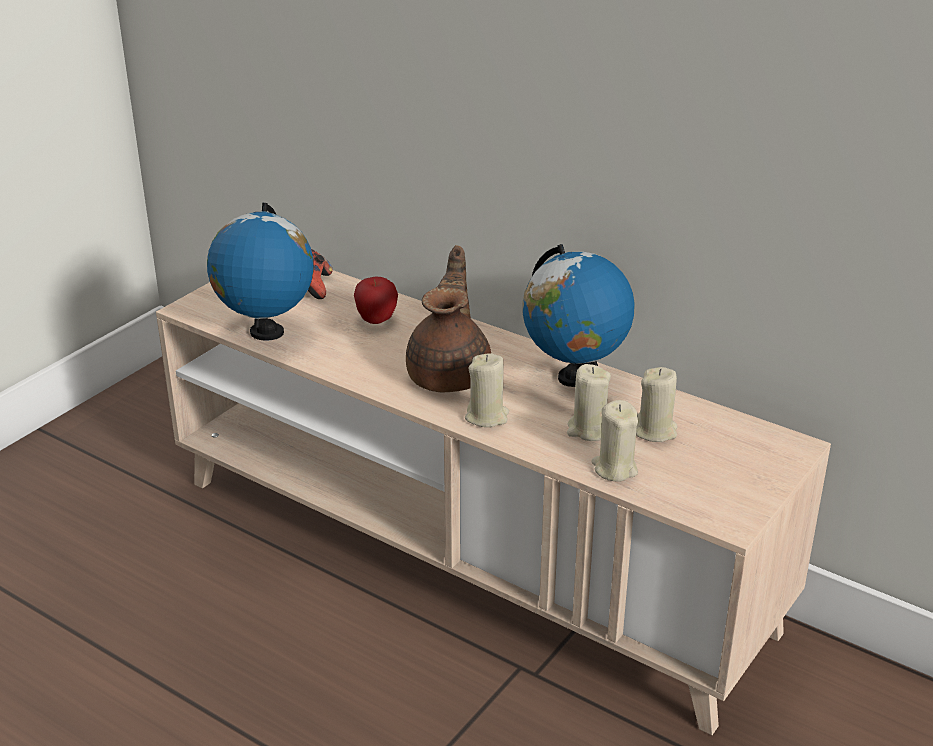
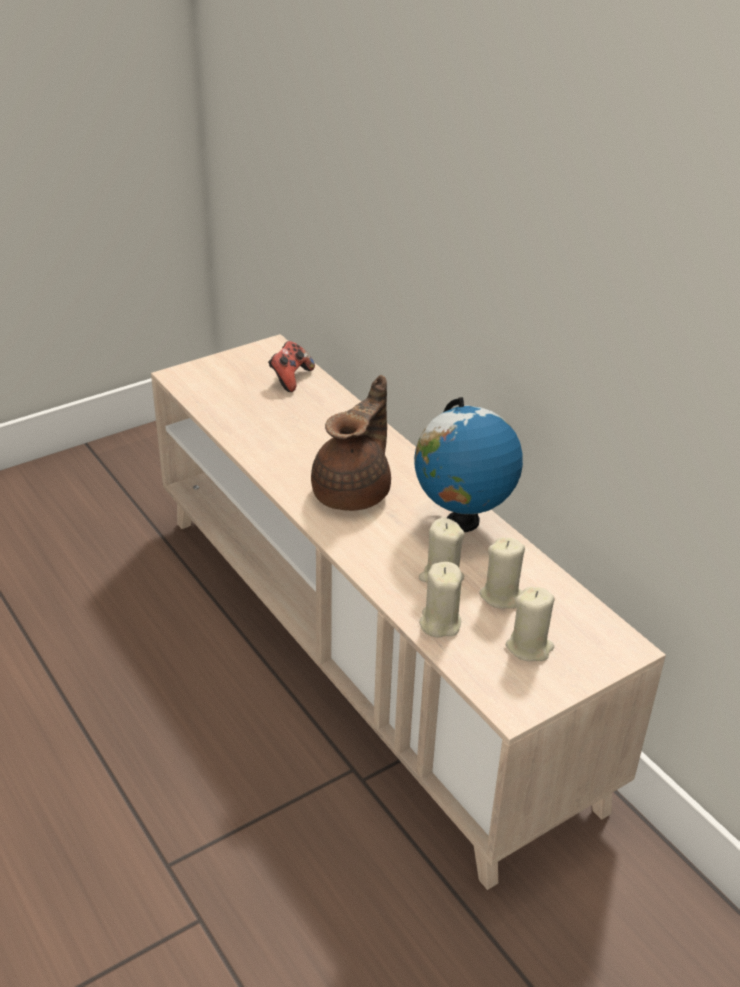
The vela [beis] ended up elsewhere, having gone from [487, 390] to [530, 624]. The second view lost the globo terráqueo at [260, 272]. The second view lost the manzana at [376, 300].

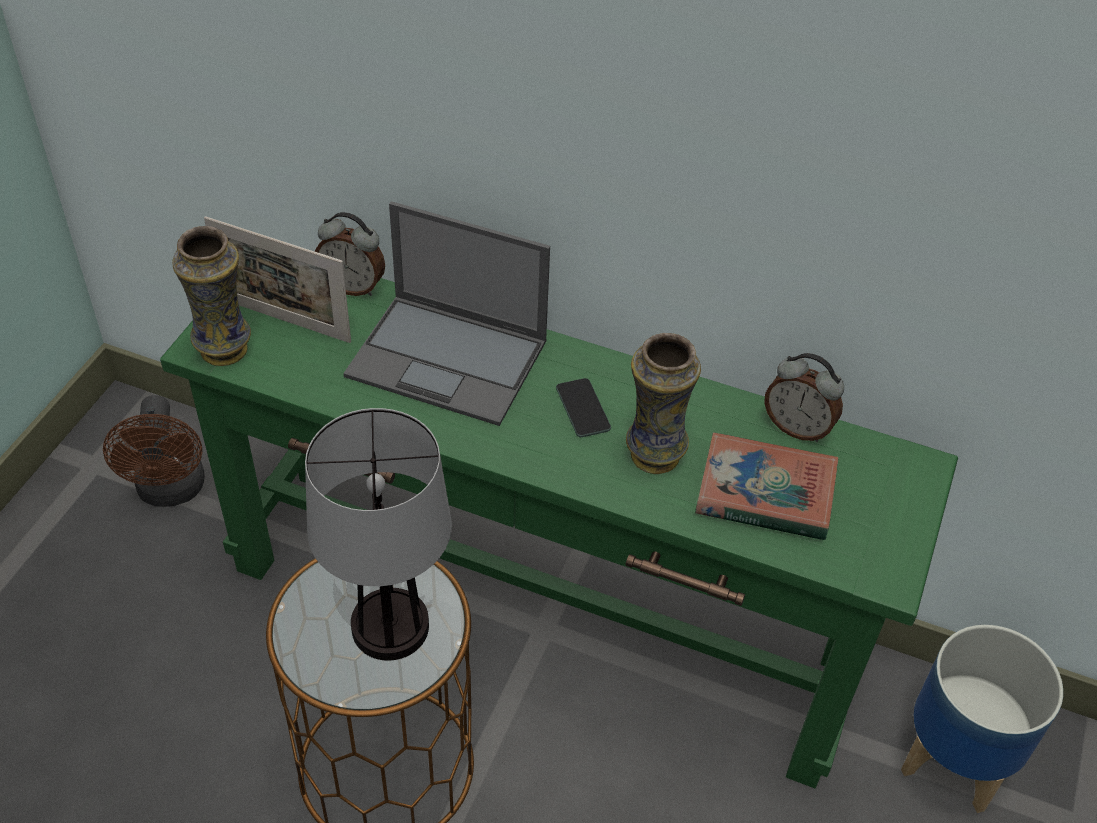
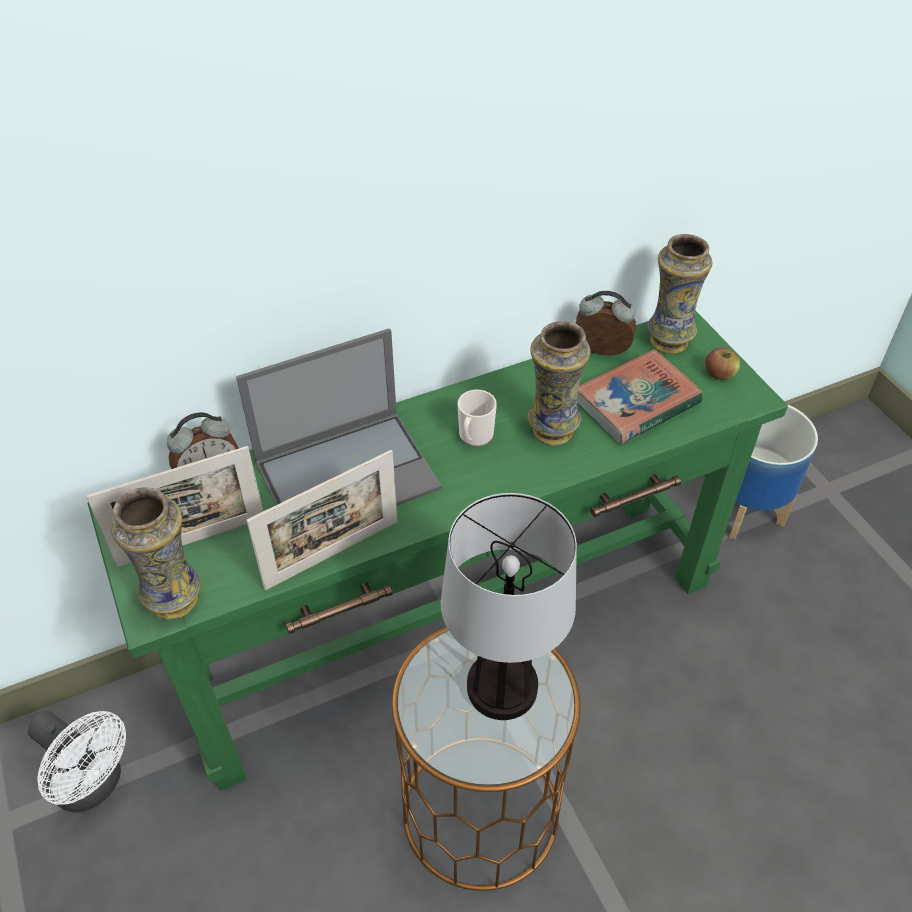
What was the ventilador [marrón] at [154, 451] turned into the ventilador [blanco] at [77, 762]. The second view gained the portarretratos at [322, 520]. Where the móvil stood at [583, 407], the taza grande came to stand at [477, 418]. The despertador at [804, 397] ended up facing another way, 150 degrees counterclockwise from before. The second view gained the florero at [680, 294]. The second view gained the manzana at [723, 364].

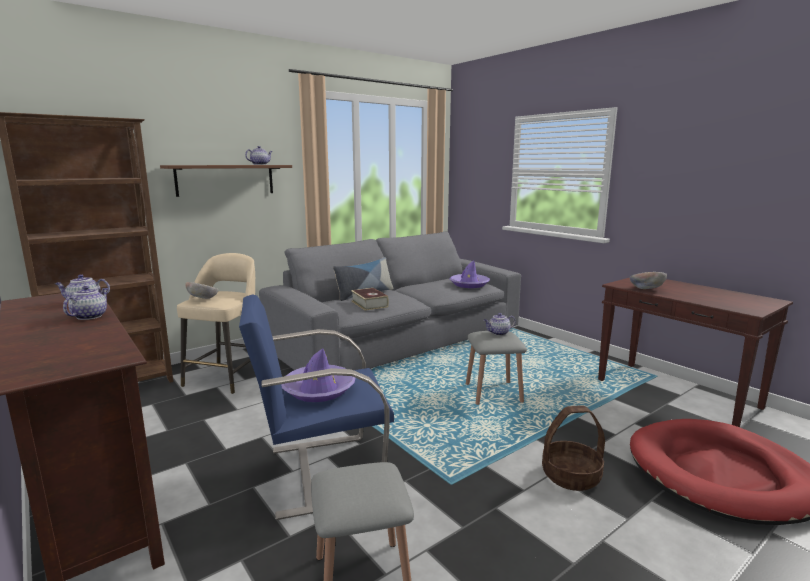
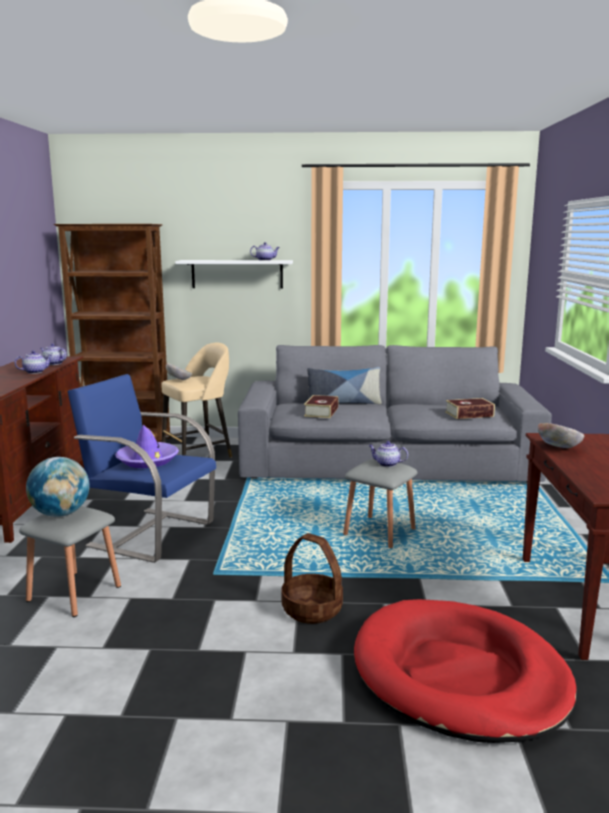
The second view gained the globo terráqueo at [58, 487]. What was the estante [marrón] at [226, 181] turned into the estante [blanco] at [234, 274]. Where the sombrero [morado] stood at [470, 274], the libro came to stand at [470, 408].

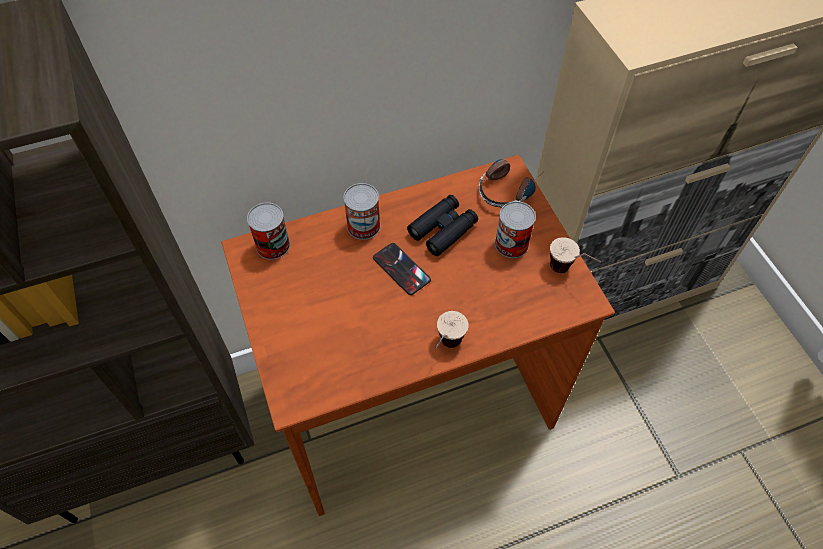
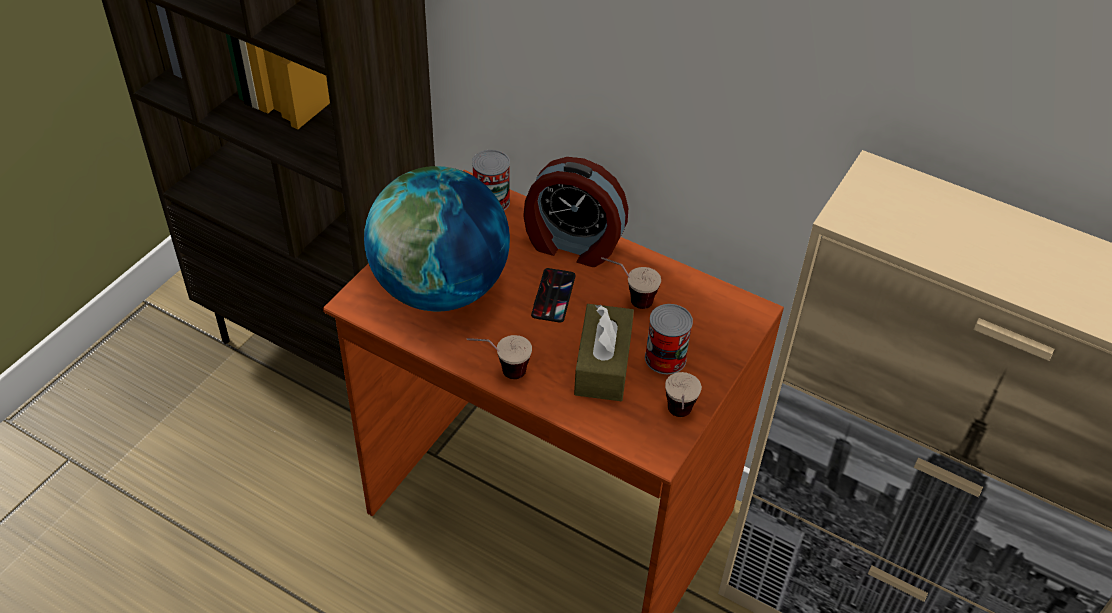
The second view gained the globo terráqueo at [437, 238]. Where the lata stood at [362, 211], the despertador came to stand at [575, 212]. The second view gained the caja de pañuelos [marrón] at [604, 352]. Where the prismáticos [negro] stood at [442, 225], the taza came to stand at [631, 283]. The second view lost the auriculares at [513, 183].

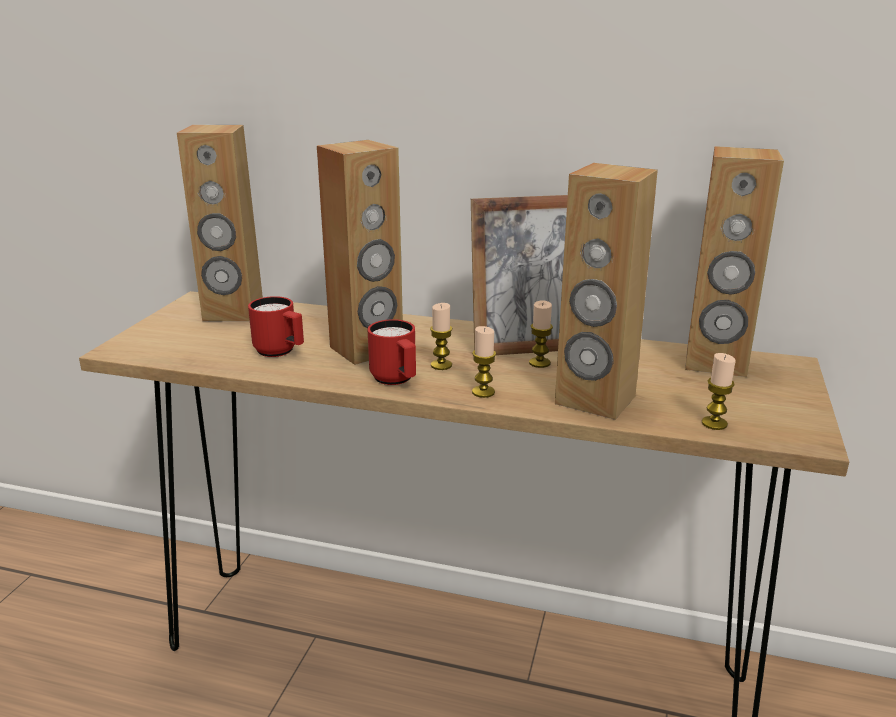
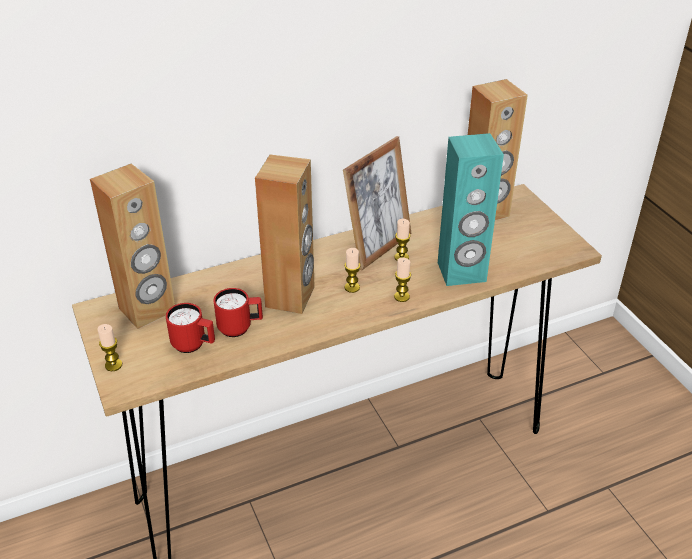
The vela ended up elsewhere, having gone from [719, 391] to [109, 347]. The taza grande [rojo] ended up elsewhere, having gone from [392, 352] to [190, 328]. What was the altavoz [marrón] at [606, 291] turned into the altavoz [turquesa] at [471, 209].

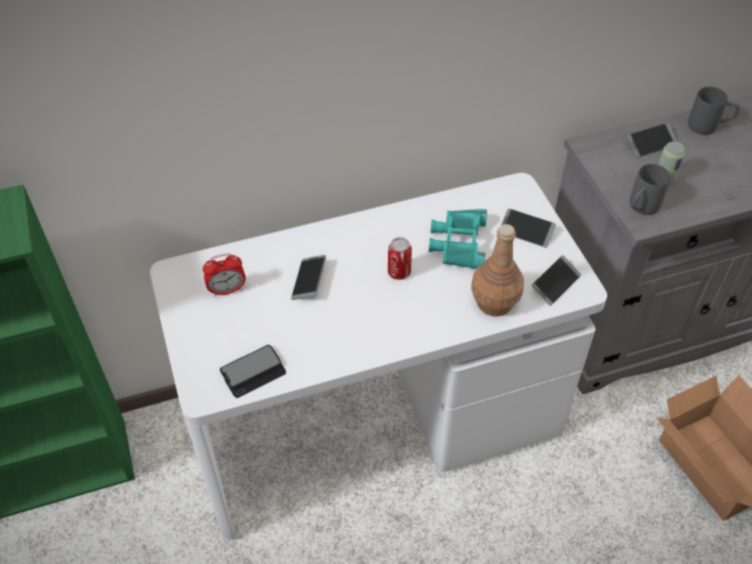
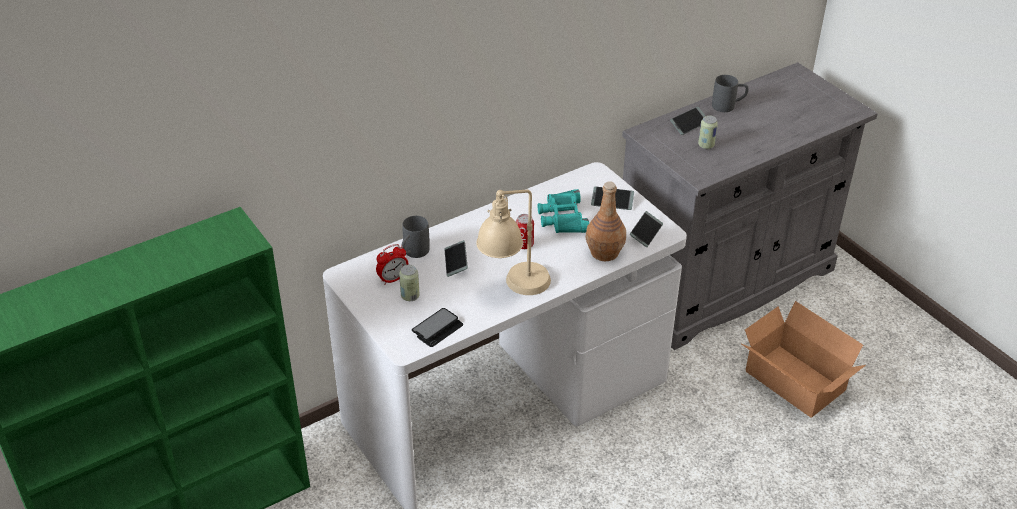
The second view gained the lata at [409, 283]. The taza grande [gris] ended up elsewhere, having gone from [650, 189] to [416, 237]. The second view gained the lámpara de mesa [beis] at [513, 242].

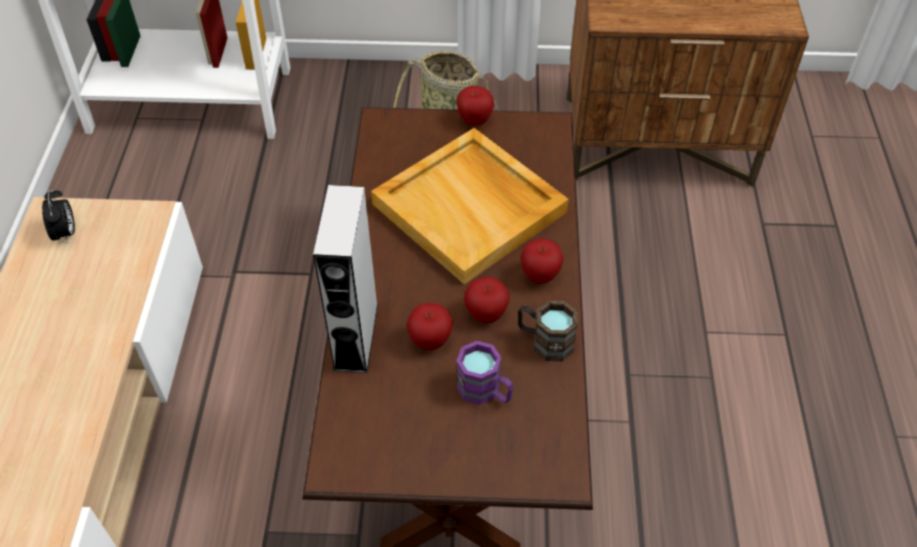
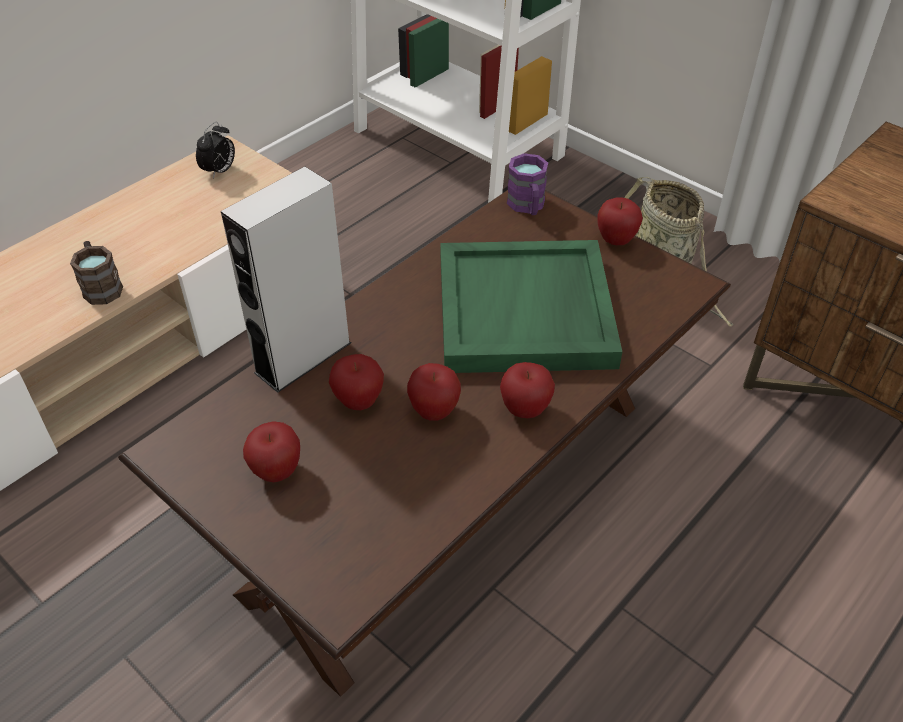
The taza grande [marrón] ended up elsewhere, having gone from [548, 331] to [96, 273]. The second view gained the manzana at [271, 451]. What was the bandeja [beis] at [470, 206] turned into the bandeja [verde] at [531, 306]. The taza grande [morado] ended up elsewhere, having gone from [484, 373] to [527, 184].

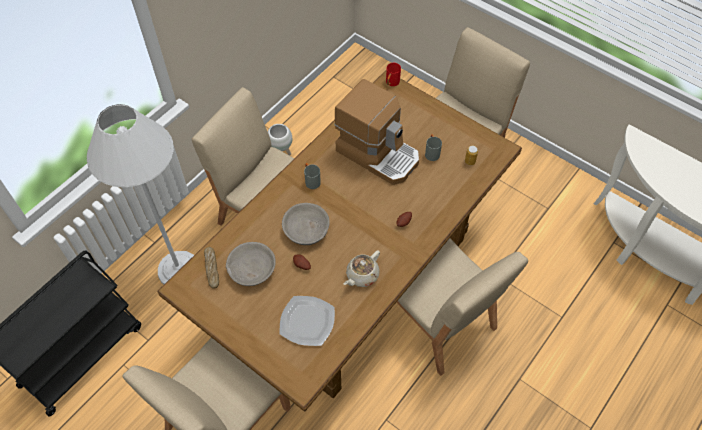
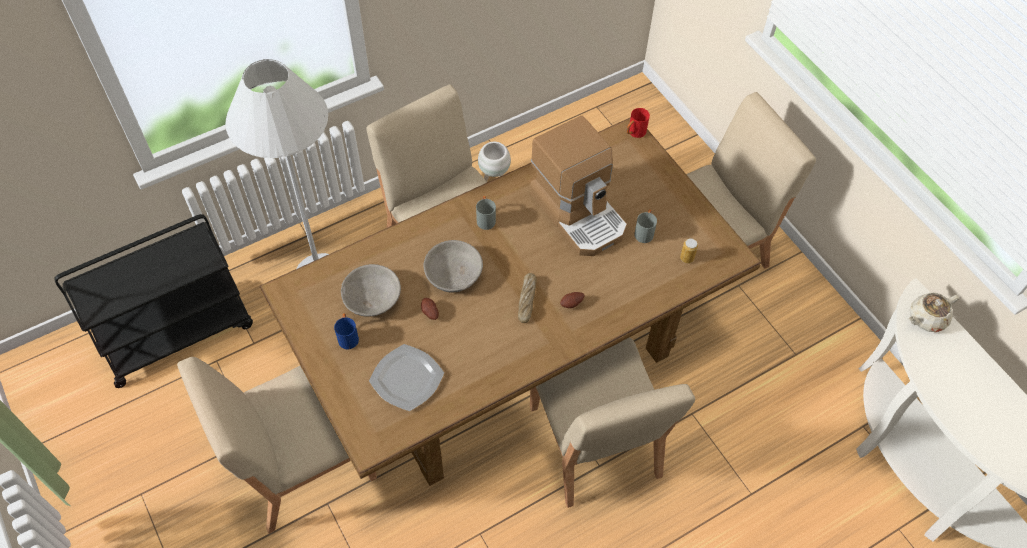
The second view gained the taza grande [azul] at [346, 331]. The pan ended up elsewhere, having gone from [211, 268] to [527, 298]. The tetera [beis] ended up elsewhere, having gone from [362, 268] to [934, 312].

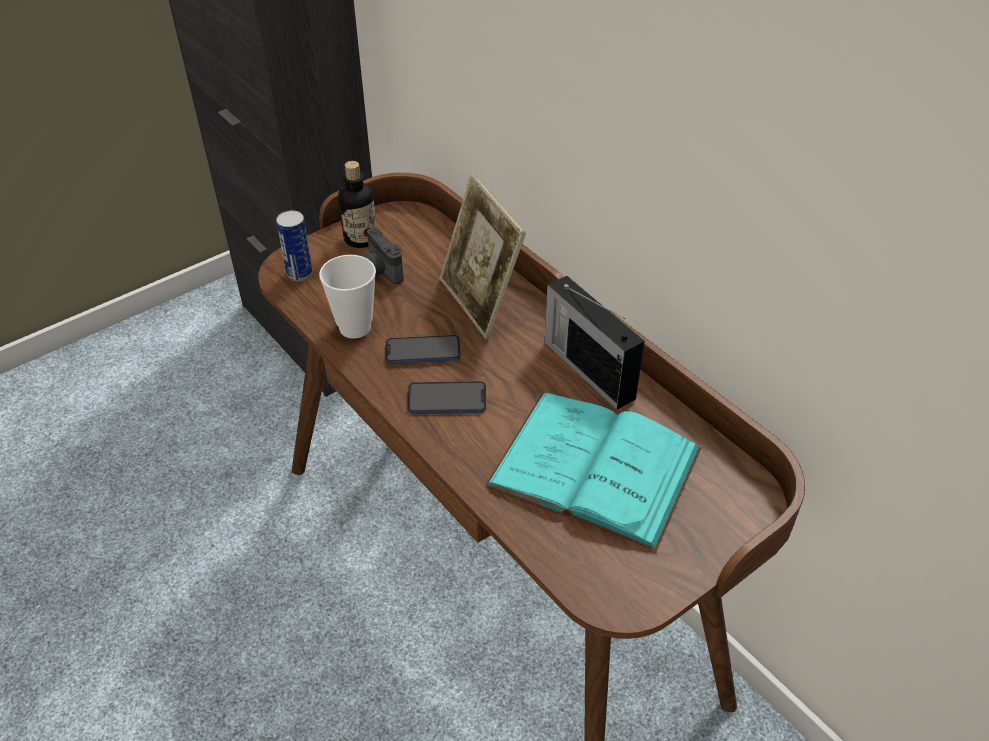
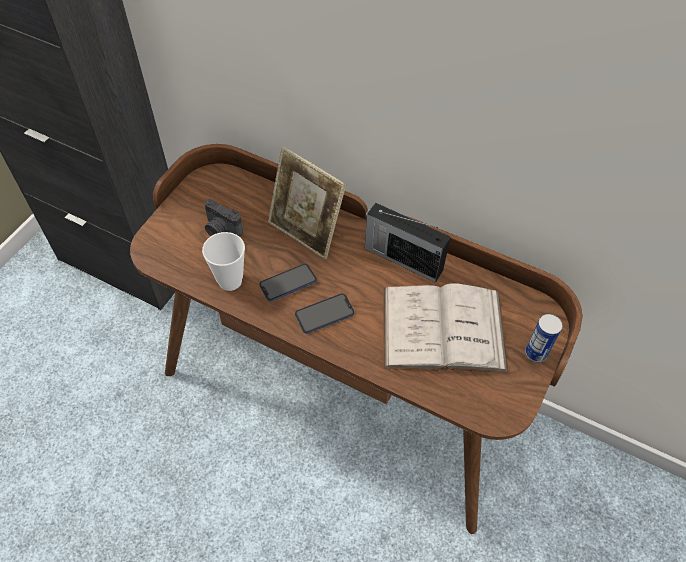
What was the libro [turquesa] at [593, 472] turned into the libro [blanco] at [446, 328]. The lata ended up elsewhere, having gone from [294, 245] to [543, 338]. The second view lost the botella at [357, 204].

